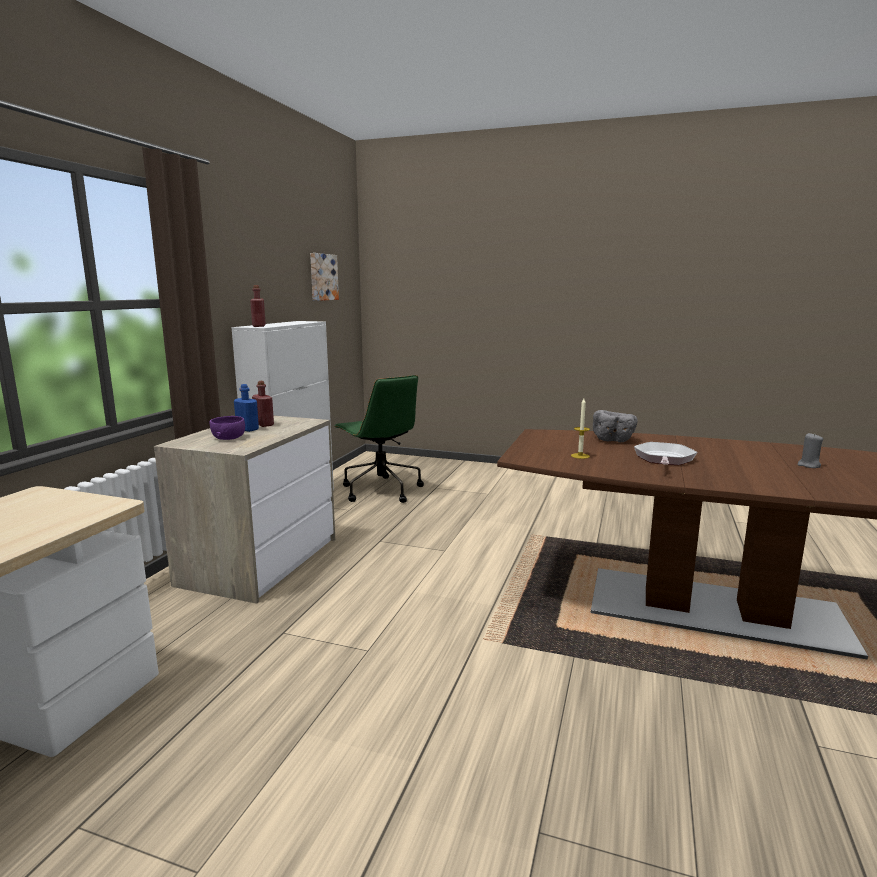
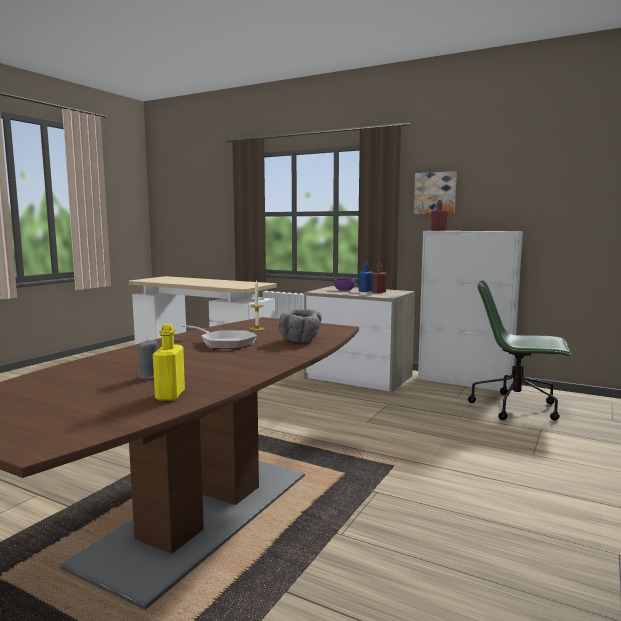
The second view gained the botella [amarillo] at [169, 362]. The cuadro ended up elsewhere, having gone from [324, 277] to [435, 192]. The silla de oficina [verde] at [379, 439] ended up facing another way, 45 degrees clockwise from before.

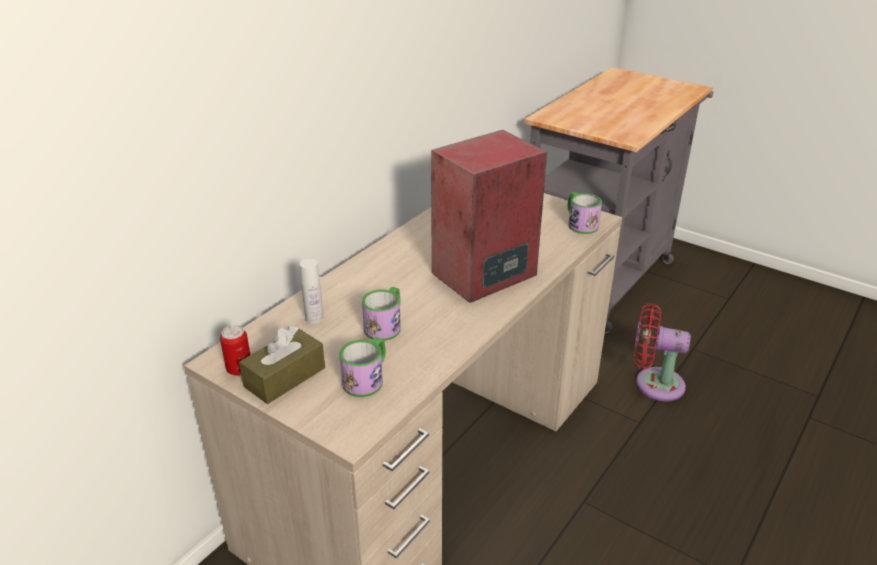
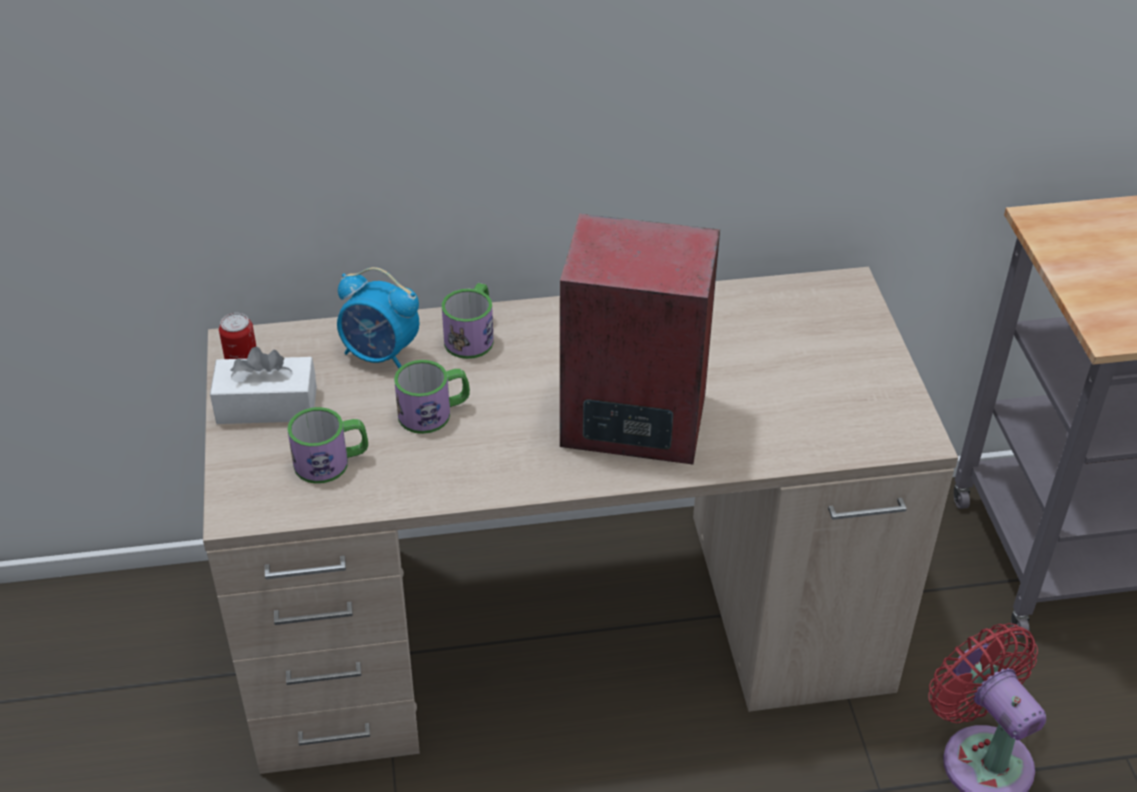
What was the caja de pañuelos [marrón] at [282, 364] turned into the caja de pañuelos [blanco] at [263, 385]. Where the botella [blanco] stood at [311, 291], the despertador came to stand at [378, 317]. The taza grande ended up elsewhere, having gone from [585, 213] to [468, 321].

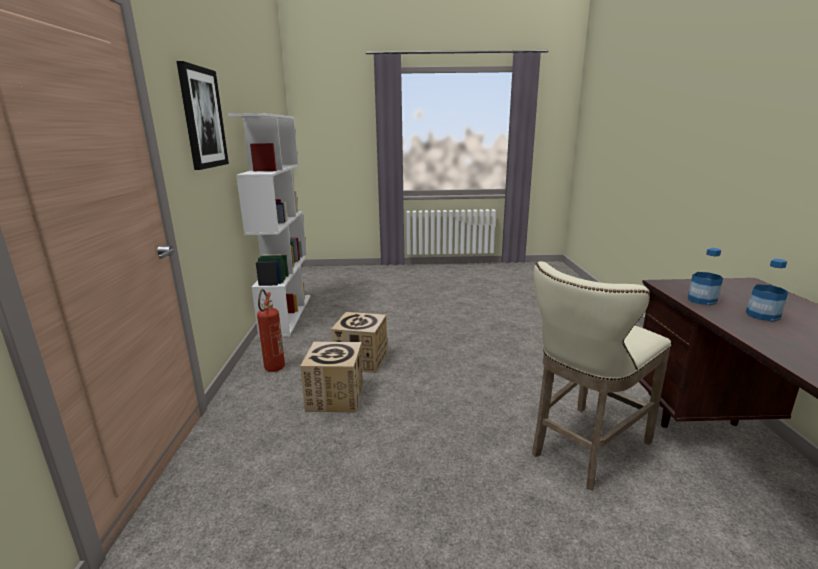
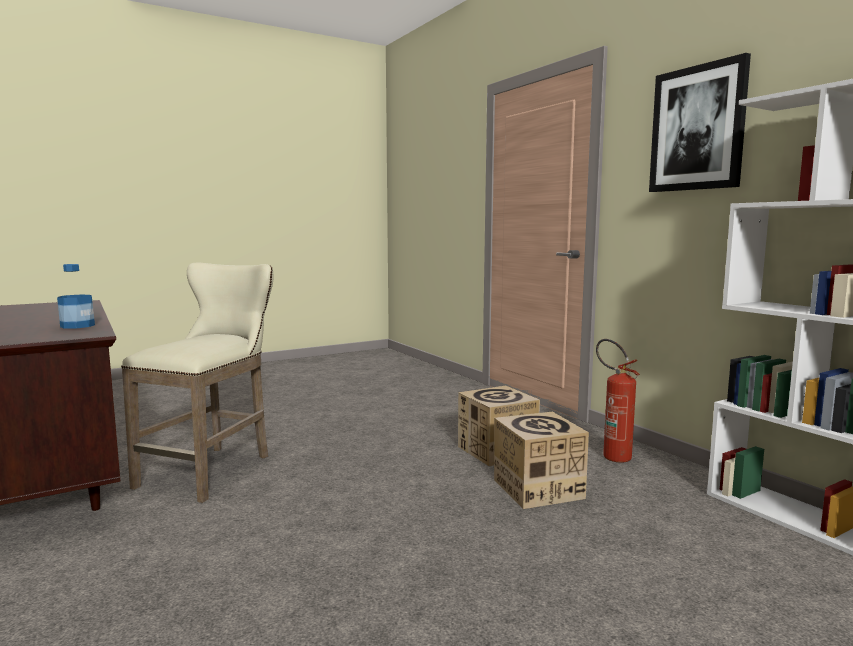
The second view lost the botella at [767, 290].

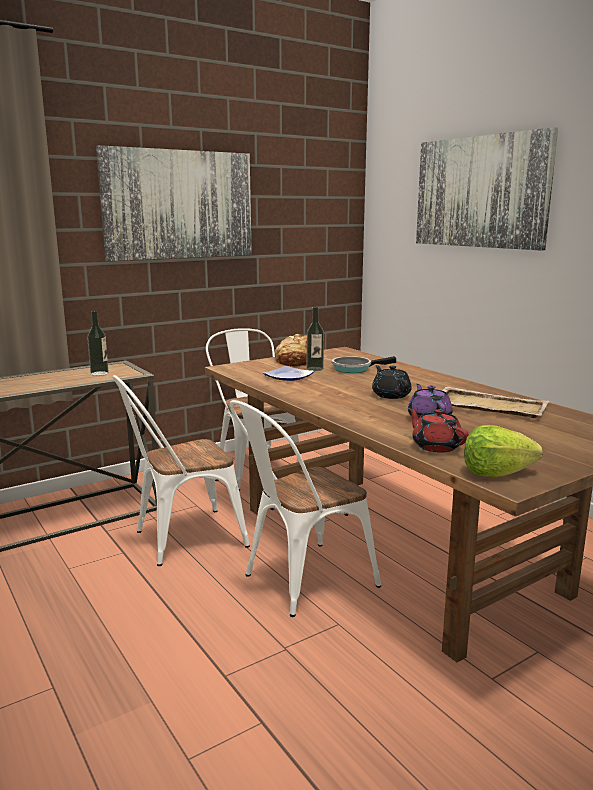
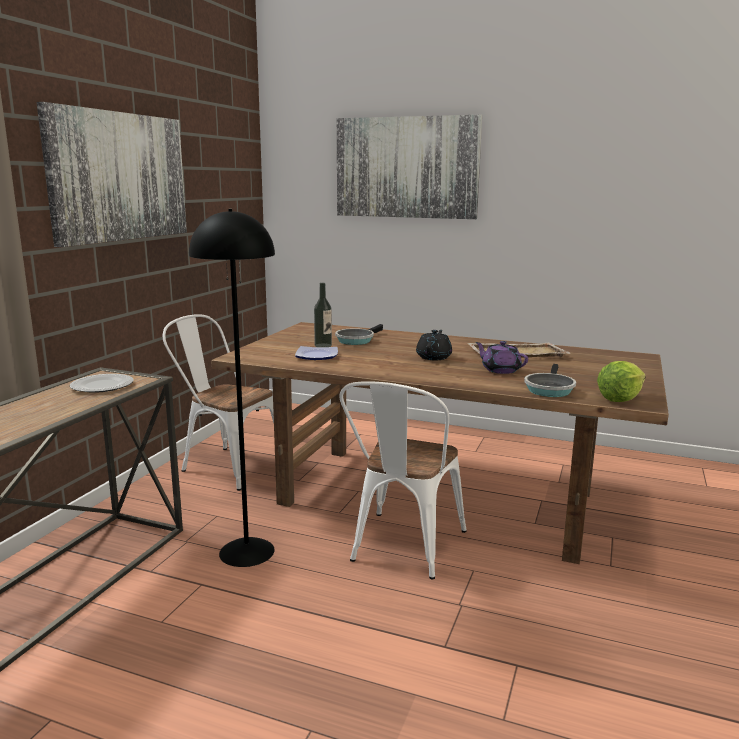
Where the botella stood at [98, 343], the plato came to stand at [102, 383]. Where the silla [blanco] stood at [181, 470], the lámpara de pie [negro] came to stand at [232, 388]. The tetera [negro] at [392, 382] ended up facing another way, 75 degrees clockwise from before. Where the tetera [rojo] stood at [438, 430], the sartén came to stand at [550, 380]. The second view lost the pan at [300, 350].

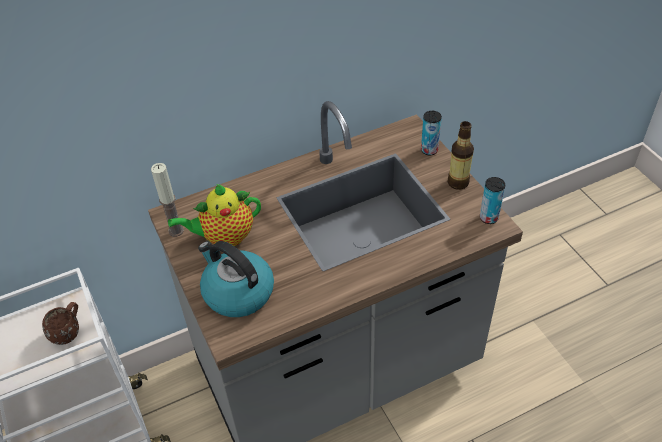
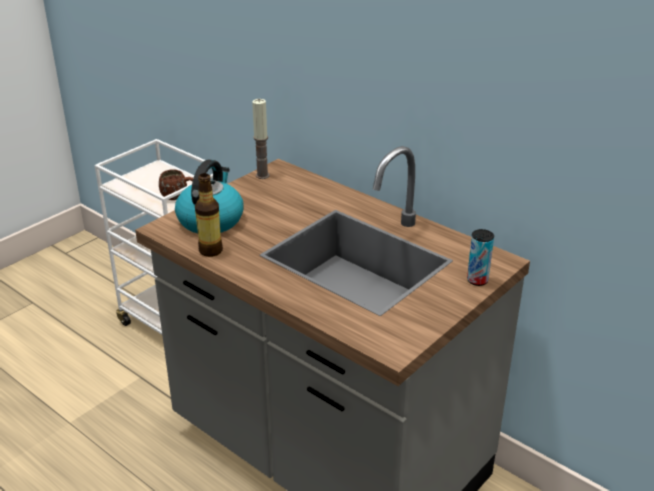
The botella ended up elsewhere, having gone from [461, 155] to [209, 215]. The second view lost the tetera at [214, 215]. The second view lost the lata at [492, 200].

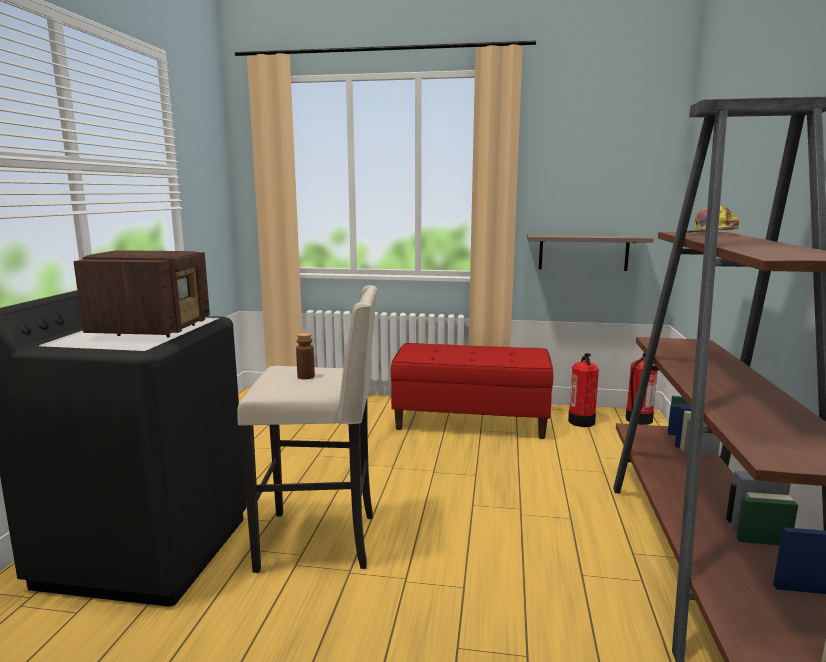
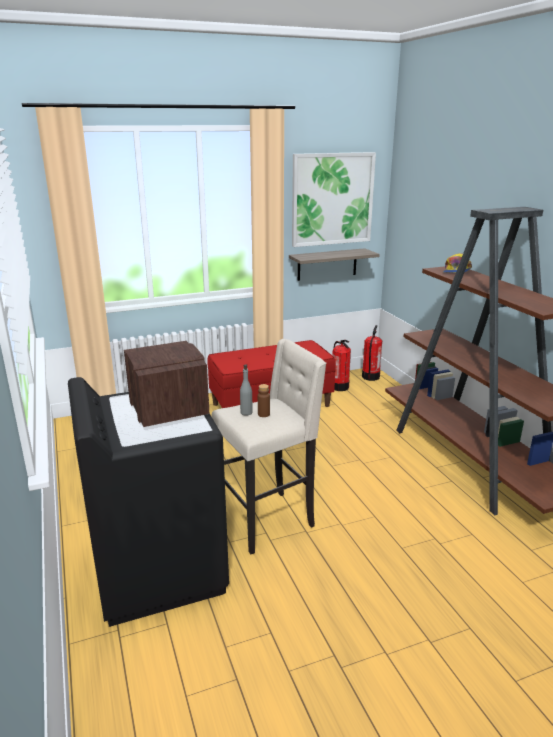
The second view gained the botella [gris] at [246, 390]. The second view gained the cuadro at [334, 199].

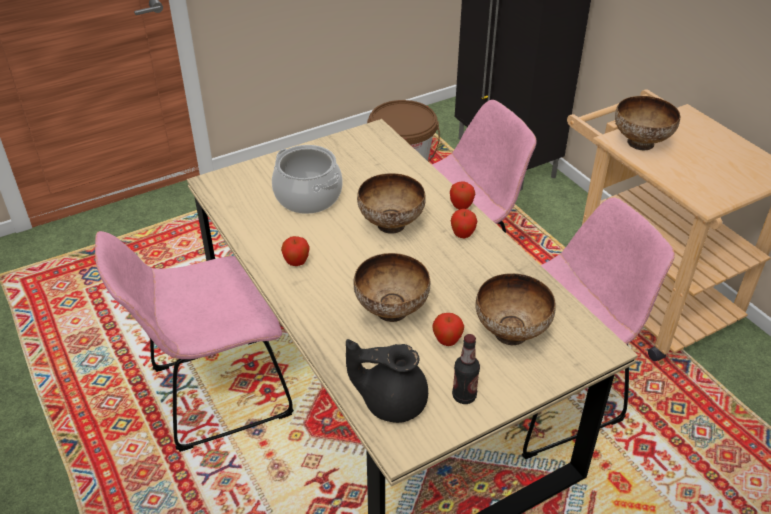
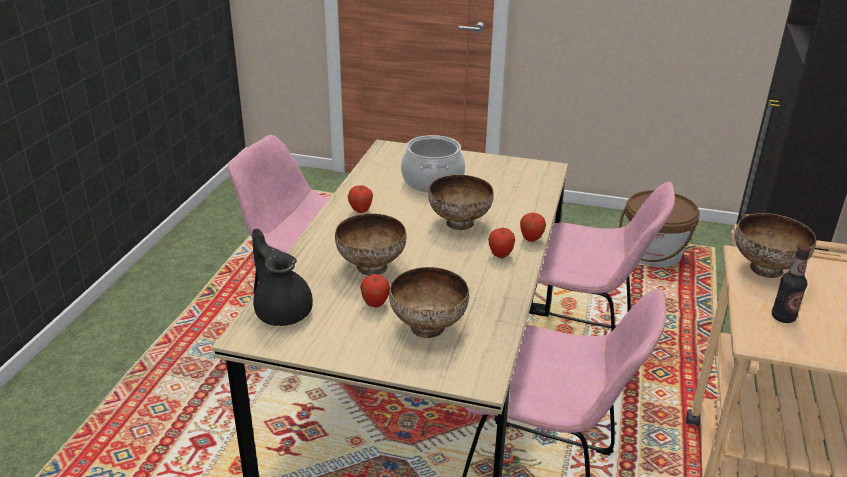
The botella ended up elsewhere, having gone from [466, 369] to [791, 284].

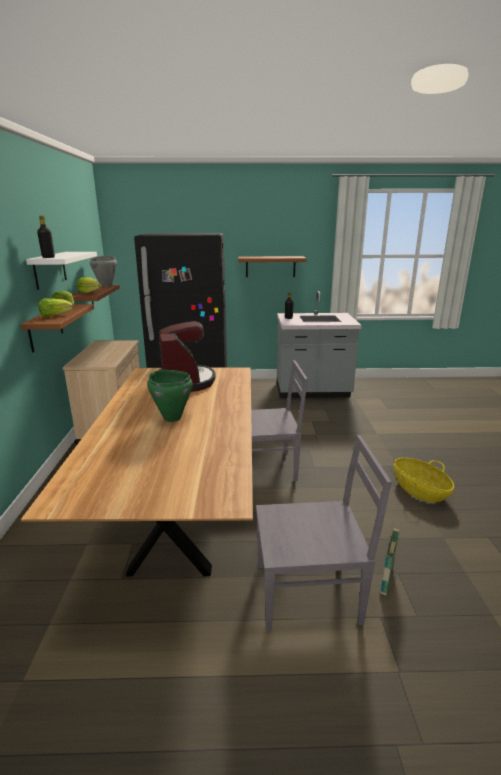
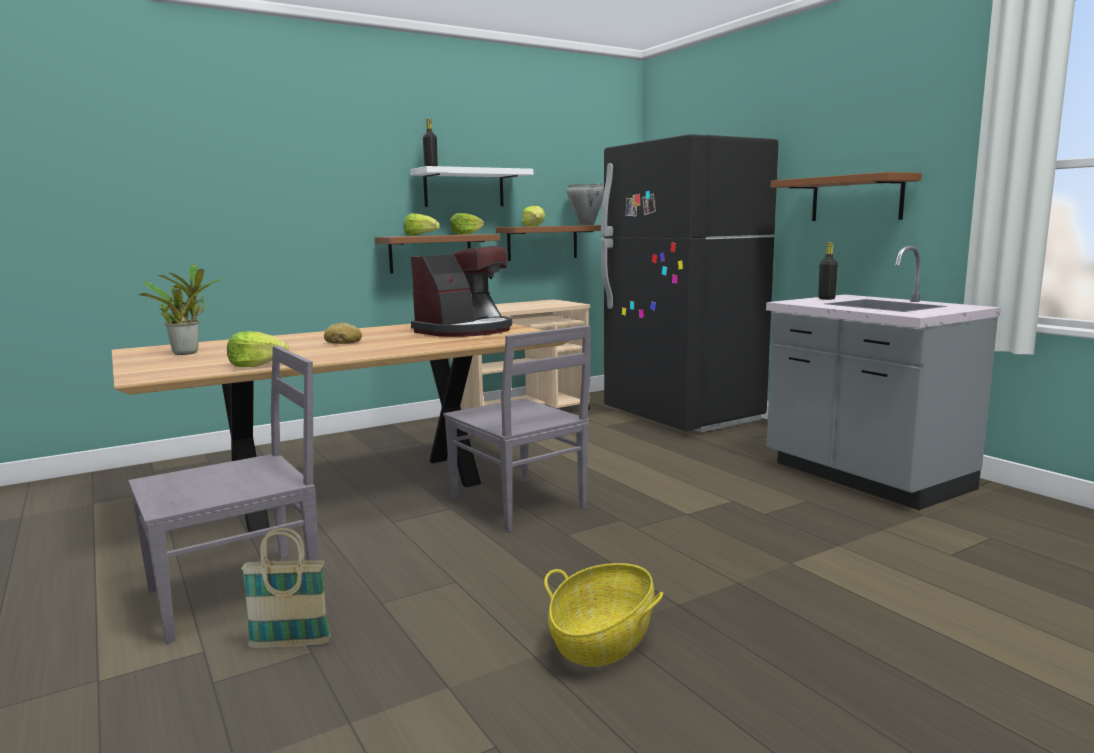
The silla [gris] at [324, 533] ended up facing another way, 90 degrees counterclockwise from before. The second view gained the planta en maceta at [182, 309]. The second view gained the lechuga at [258, 349]. Where the olla [verde] stood at [170, 396], the pan came to stand at [343, 333].

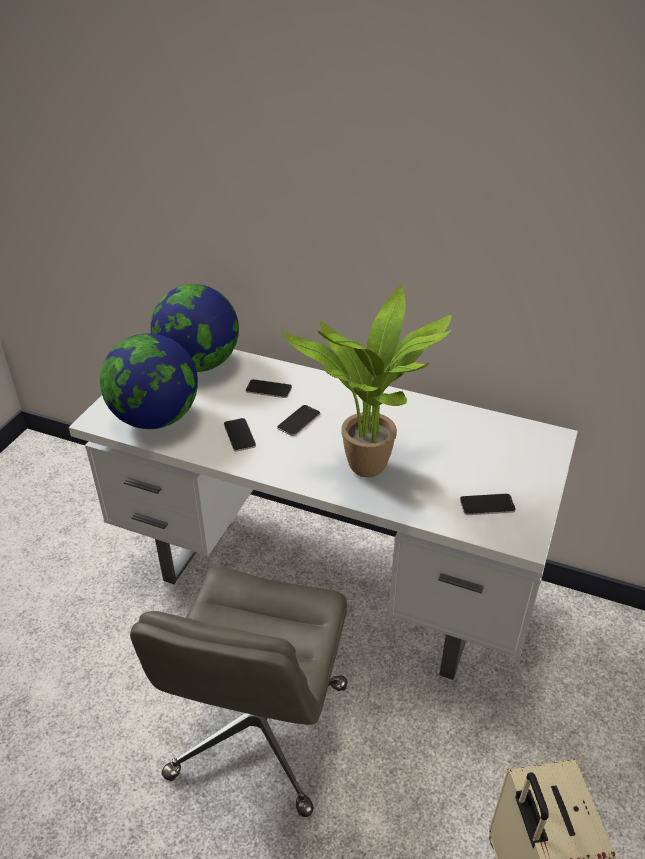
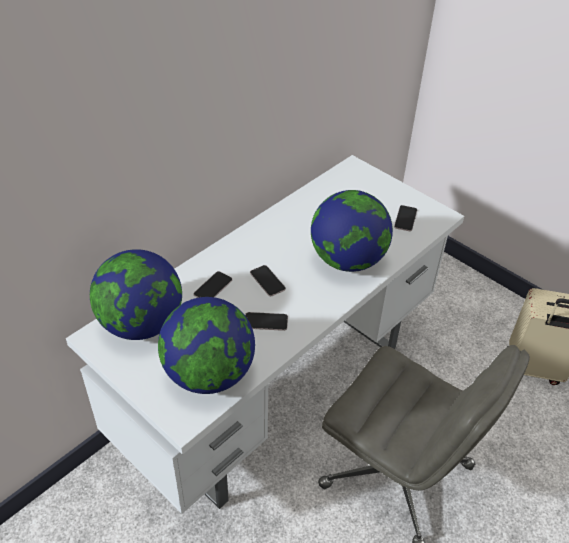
Where the planta en maceta stood at [367, 381], the globo terráqueo came to stand at [352, 231].

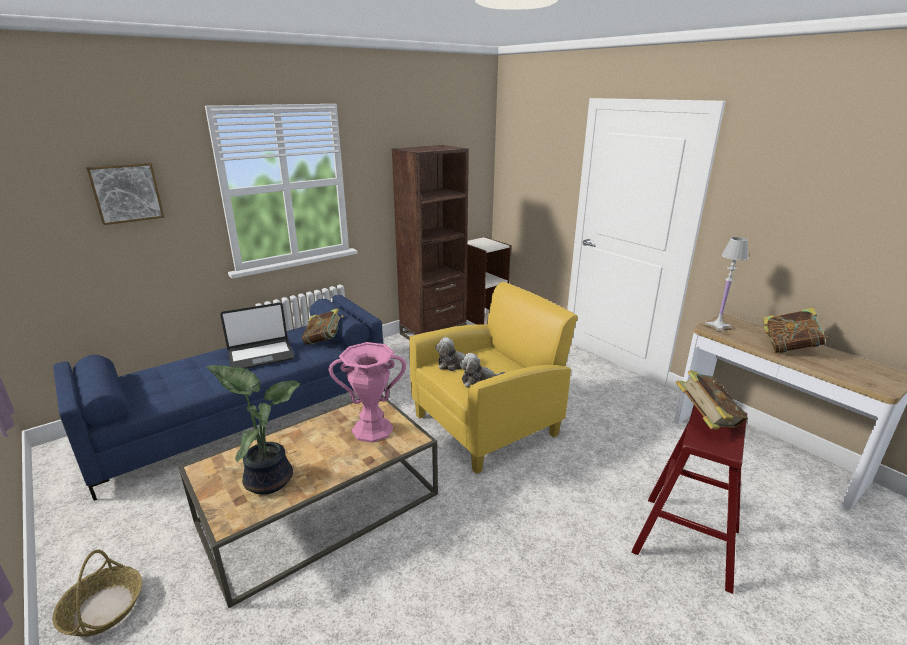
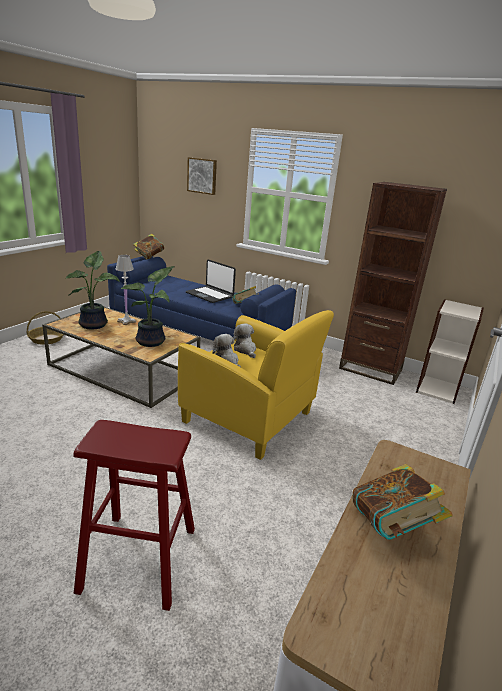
The lámpara de mesa [blanco] ended up elsewhere, having gone from [726, 285] to [125, 290]. Where the florero [rosa] stood at [367, 392], the planta en maceta came to stand at [148, 306]. The libro ended up elsewhere, having gone from [712, 399] to [149, 246].

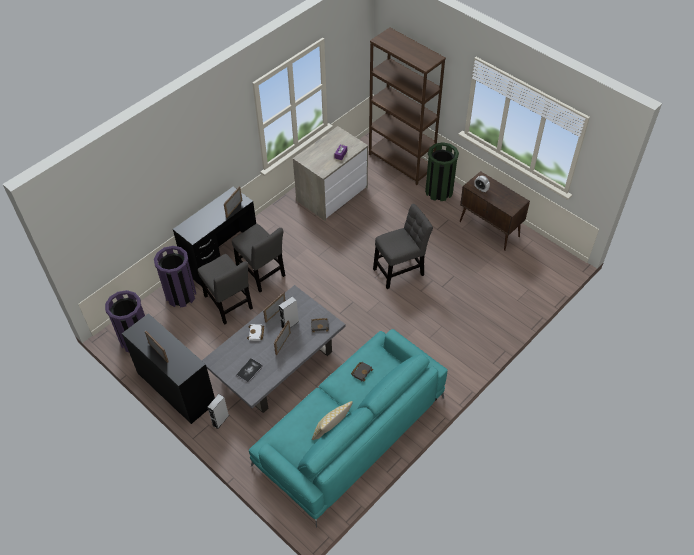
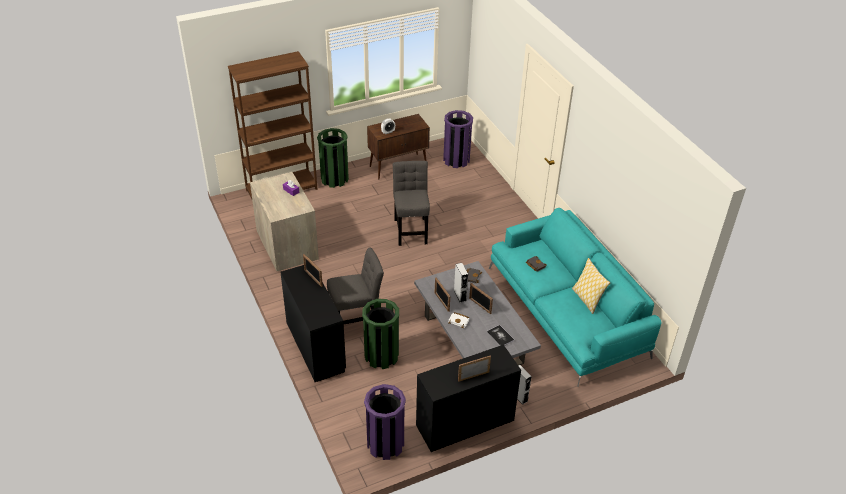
Where the silla [gris] stood at [225, 289], the papelera [verde] came to stand at [380, 334]. The papelera [morado] ended up elsewhere, having gone from [175, 277] to [458, 139].

